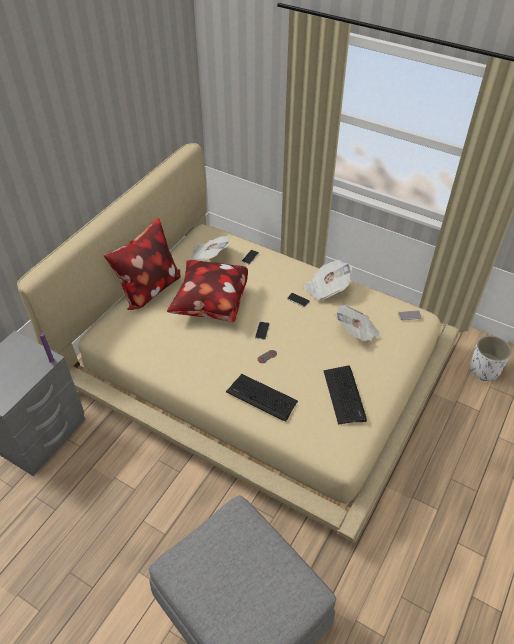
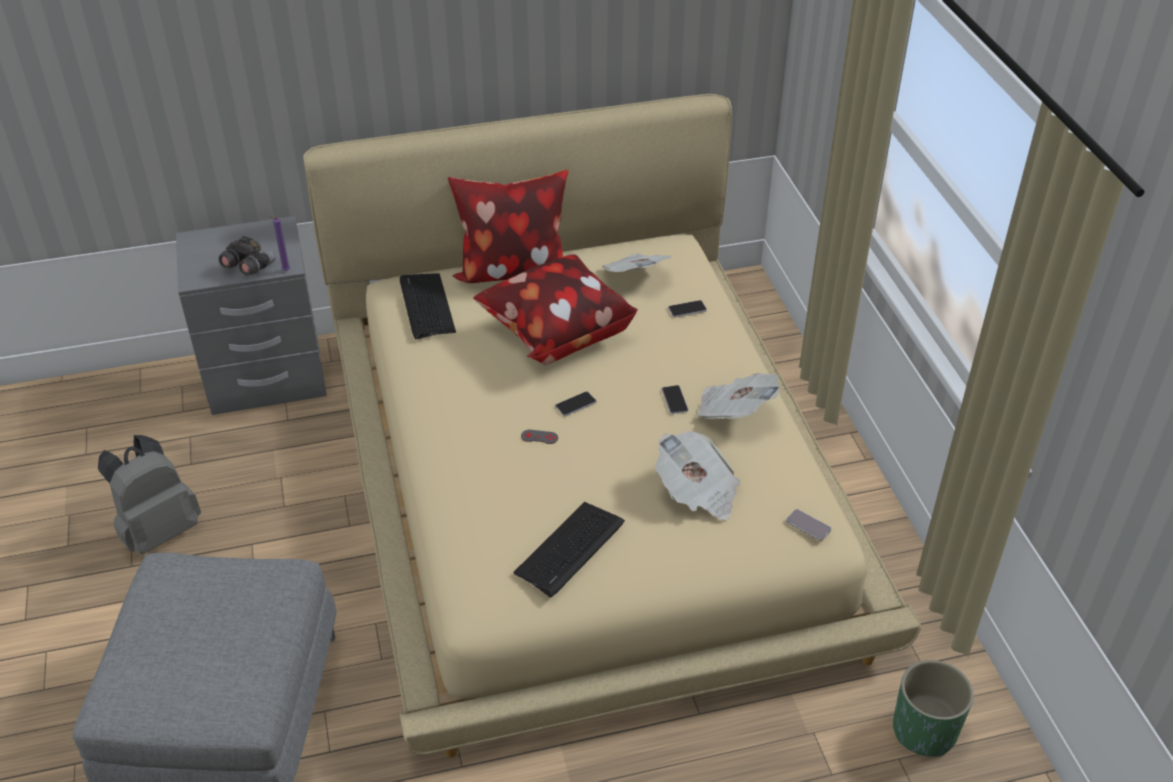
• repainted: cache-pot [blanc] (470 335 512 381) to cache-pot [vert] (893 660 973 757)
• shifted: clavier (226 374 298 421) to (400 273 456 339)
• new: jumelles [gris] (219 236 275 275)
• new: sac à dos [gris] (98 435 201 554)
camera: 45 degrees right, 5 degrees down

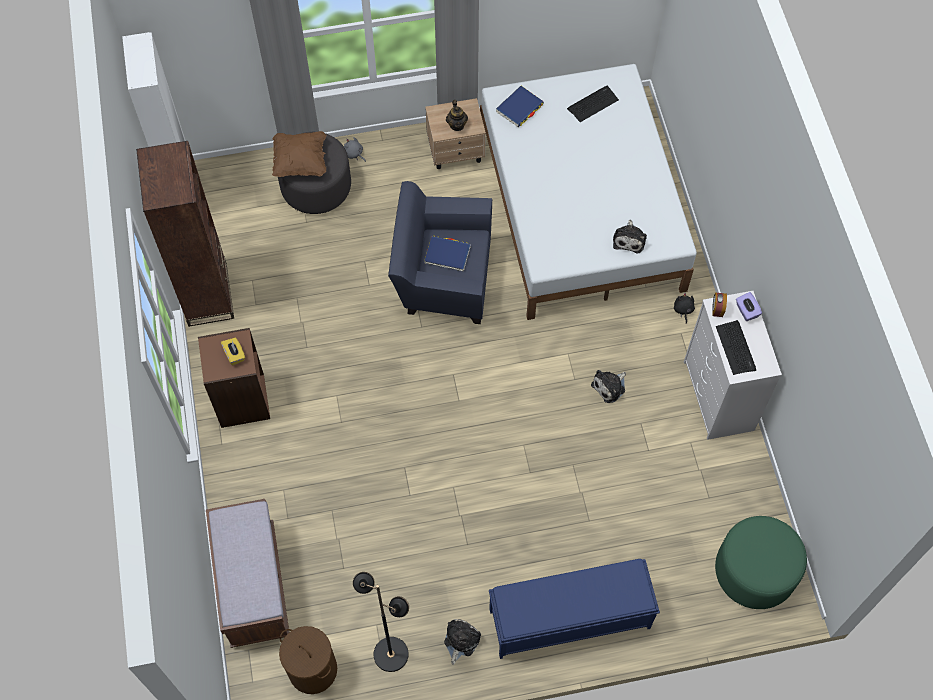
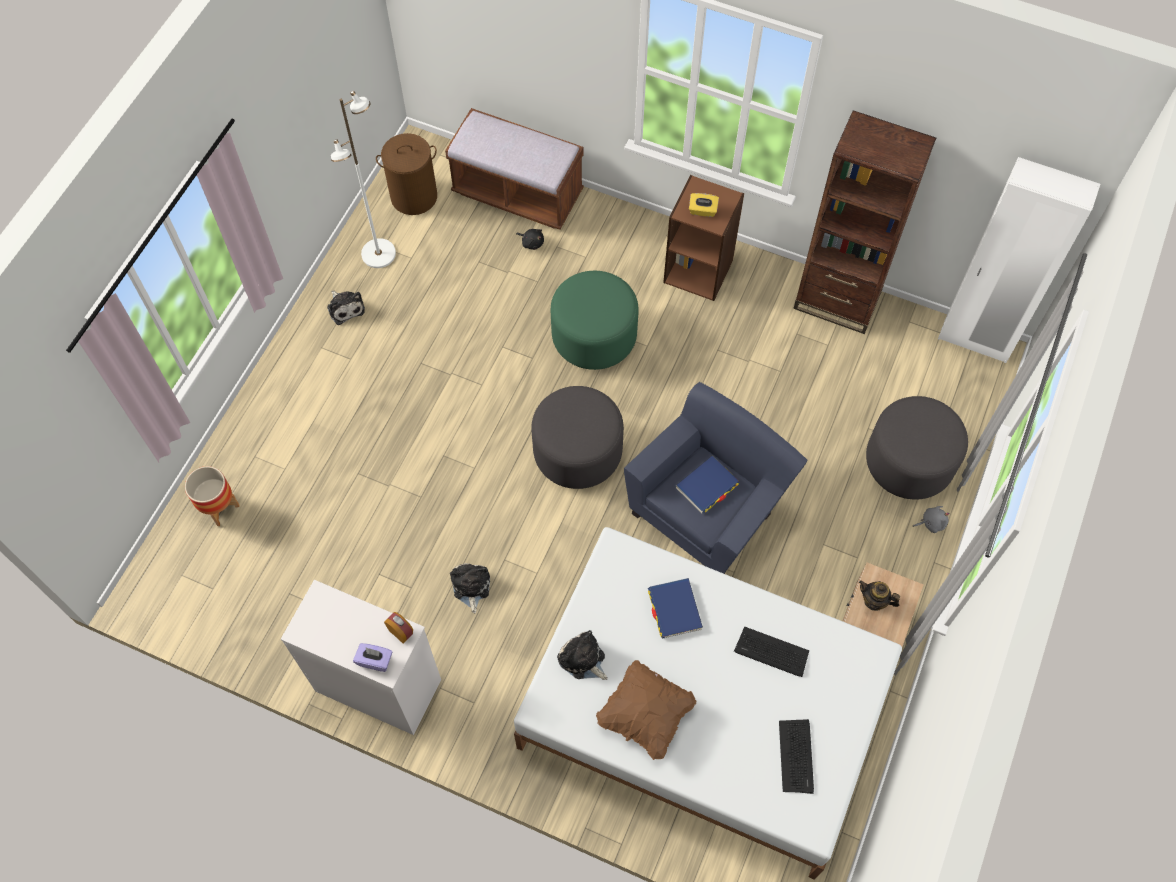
• shifted: livre [bleu] (496 86 544 127) to (648 578 703 639)
• shifted: coussin [marron] (272 131 327 177) to (596 660 696 760)
• shifted: peluche [noir] (674 293 695 324) to (516 229 544 250)
• shifted: clavier (716 320 756 375) to (734 627 809 677)
• shifted: pouf [vert] (715 516 807 609) to (551 271 639 370)
• gone: banc [bleu] (489 559 660 659)
• repainted: lampadaire [noir] (353 572 409 672) to lampadaire [blanc] (331 91 396 268)
• new: pouf [gris] (531 386 624 489)
• new: cache-pot (185 466 240 526)
camera: 125 degrees right, 0 degrees up

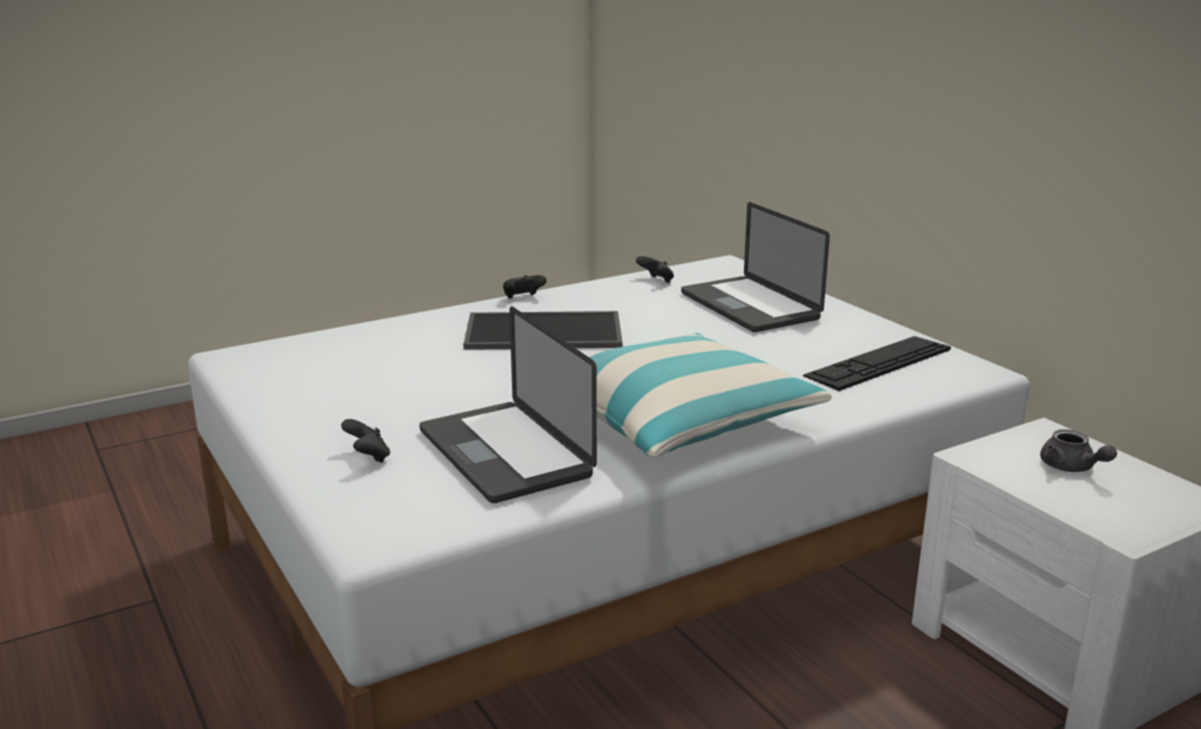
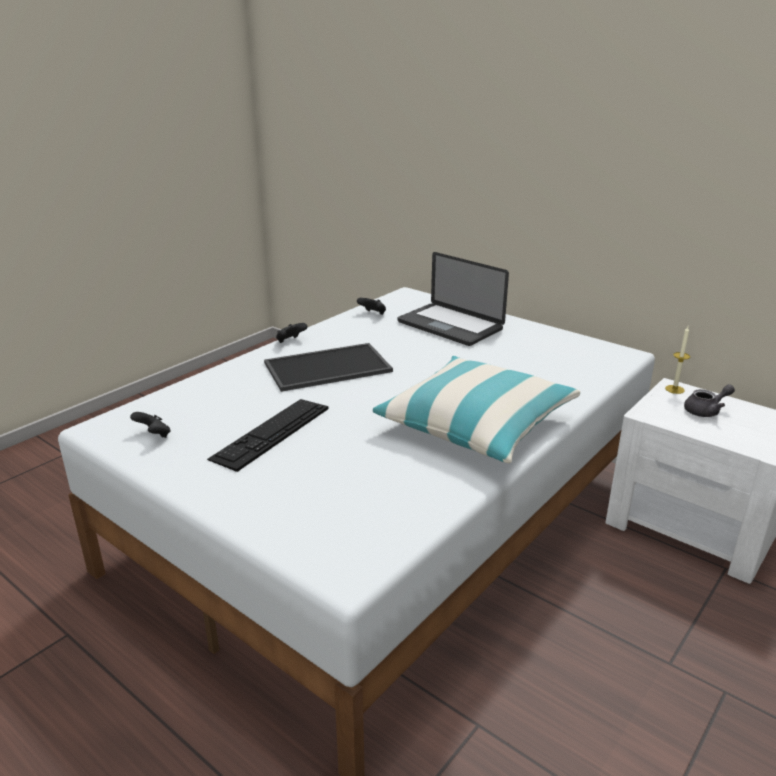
• gone: ordinateur portable (419 306 597 503)
• shifted: clavier (803 336 951 391) to (207 399 328 472)
• shifted: manette [noir] (341 419 390 463) to (130 412 171 438)
• rotated: théière [gris] (1040 429 1117 472) = (684 384 735 417) 60 degrees counterclockwise
• new: bougie (665 327 690 394)
camera: 20 degrees left, 5 degrees up

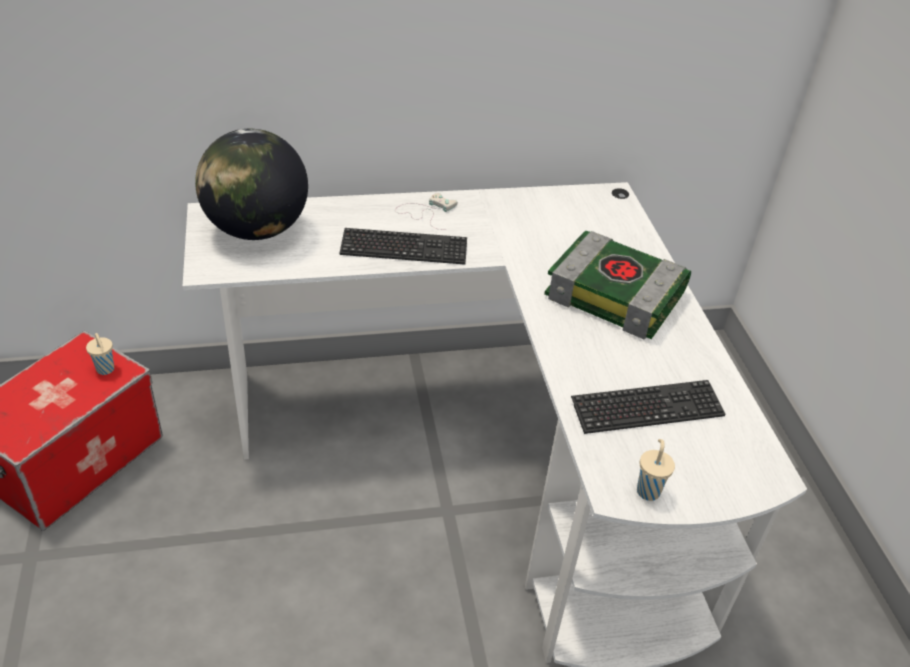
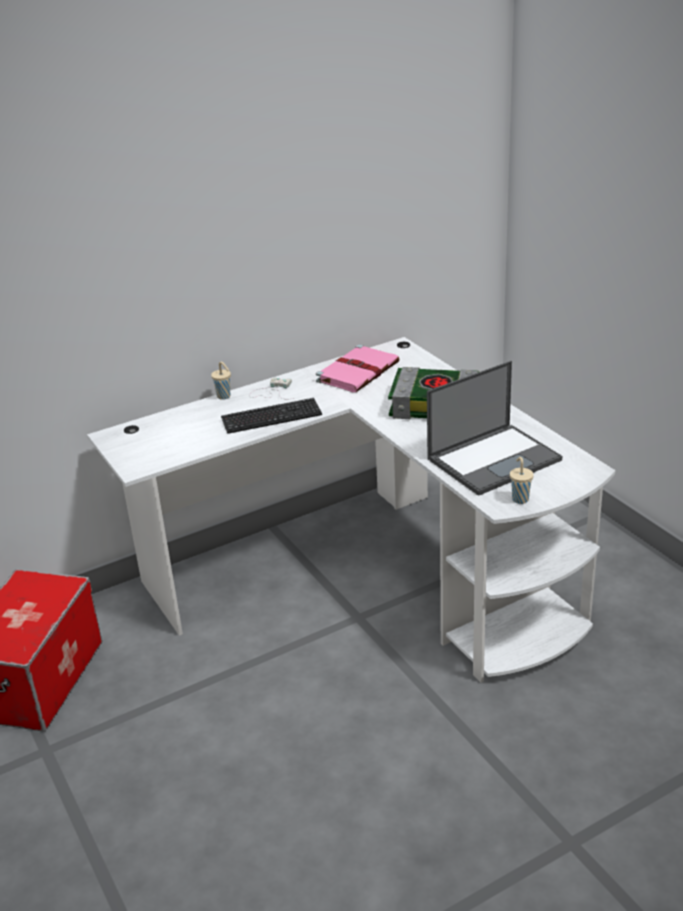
• gone: globe (195 129 308 240)
• shifted: tasse [beige] (86 333 114 375) to (211 362 231 400)
• swapped: clavier (571 380 726 434) to ordinateur portable (427 361 562 496)
• new: livre [rose] (316 345 400 392)
camera: 15 degrees left, 10 degrees down

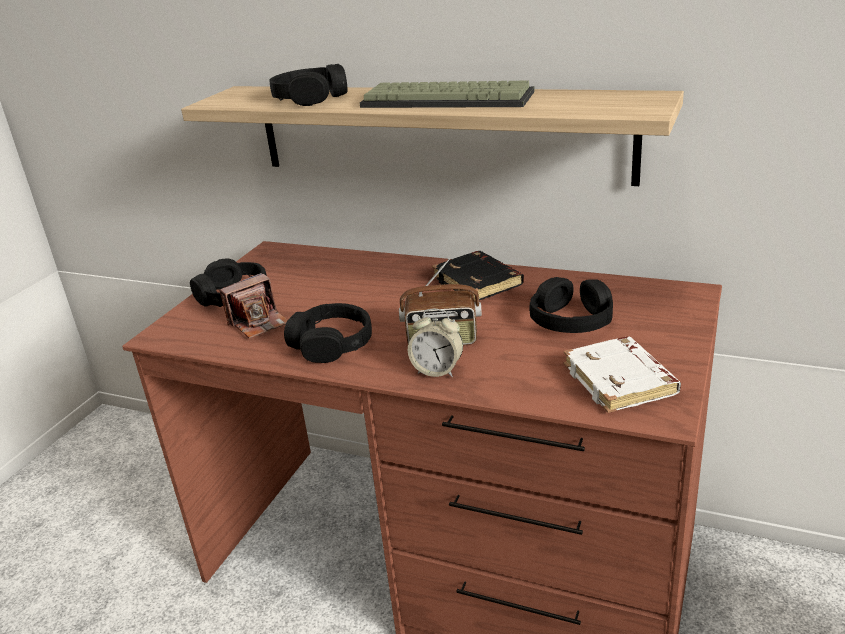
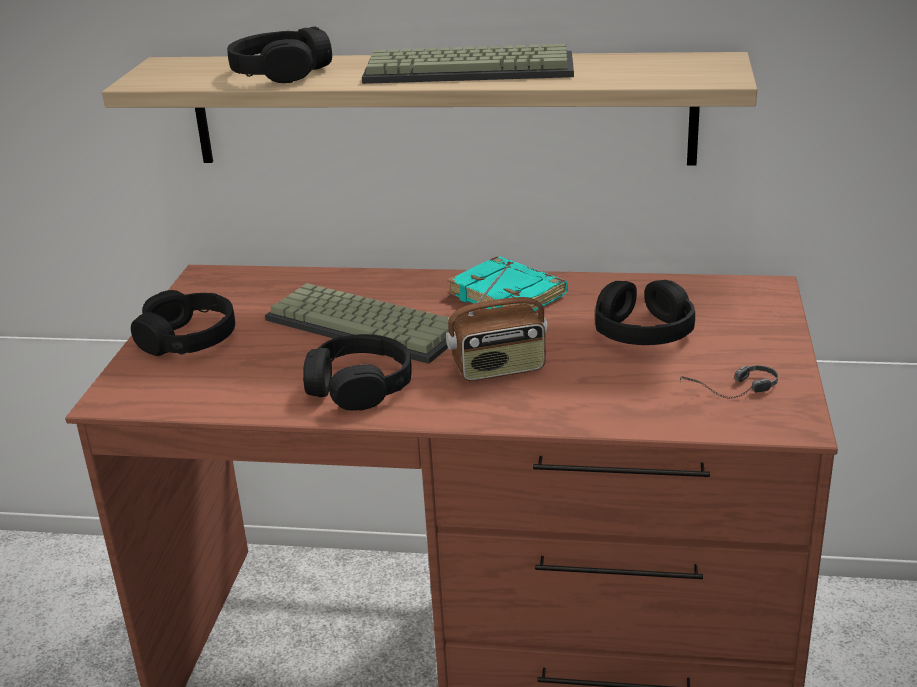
• repainted: livre [noir] (432 251 524 302) to livre [turquoise] (447 256 567 311)
• gone: appareil photo (219 273 288 339)
• gone: réveil (408 309 463 377)
• swapped: livre [blanc] (564 337 681 413) to casque audio (680 365 779 399)
• new: clavier (265 283 449 364)
camera: 15 degrees left, 0 degrees up

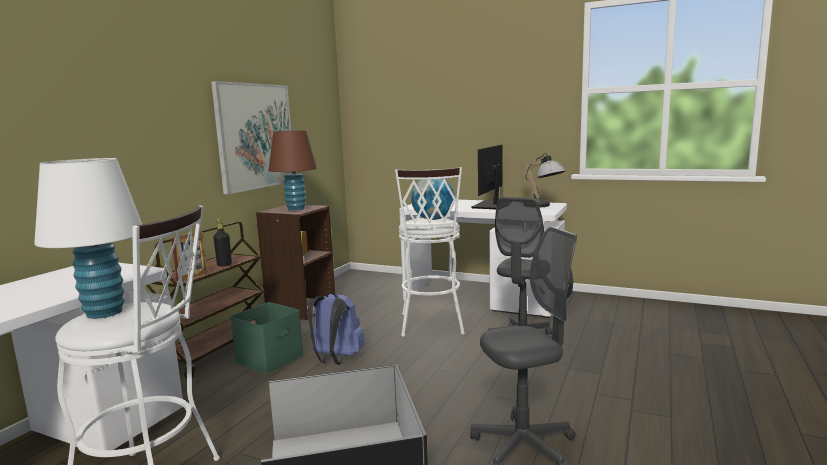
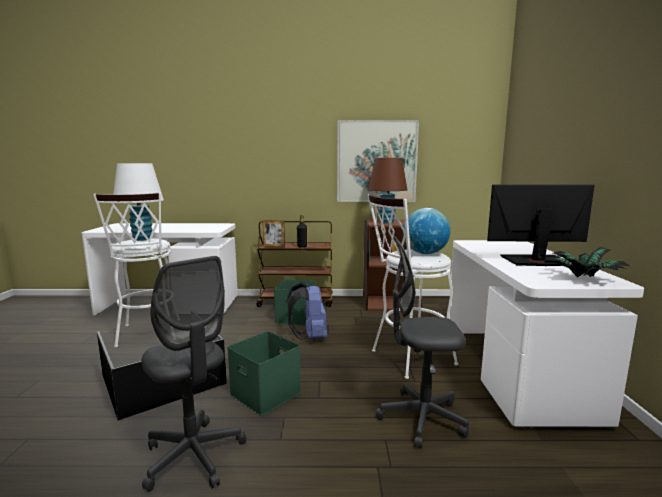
• swapped: lampe de table (523 153 565 208) to plante en pot (545 247 630 277)
• new: boîte de rangement [vert] (227 331 301 416)
camera: 65 degrees right, 0 degrees up

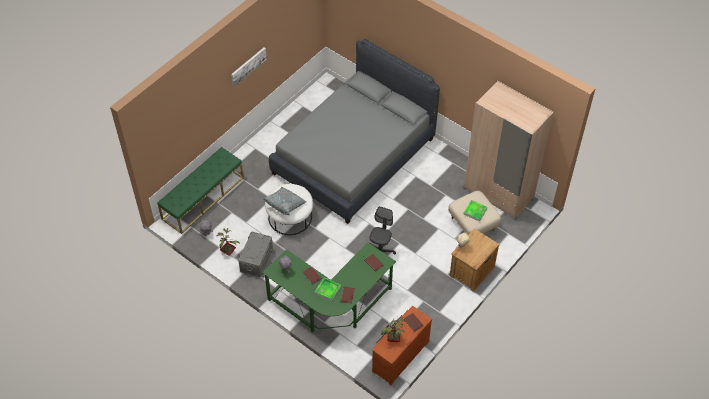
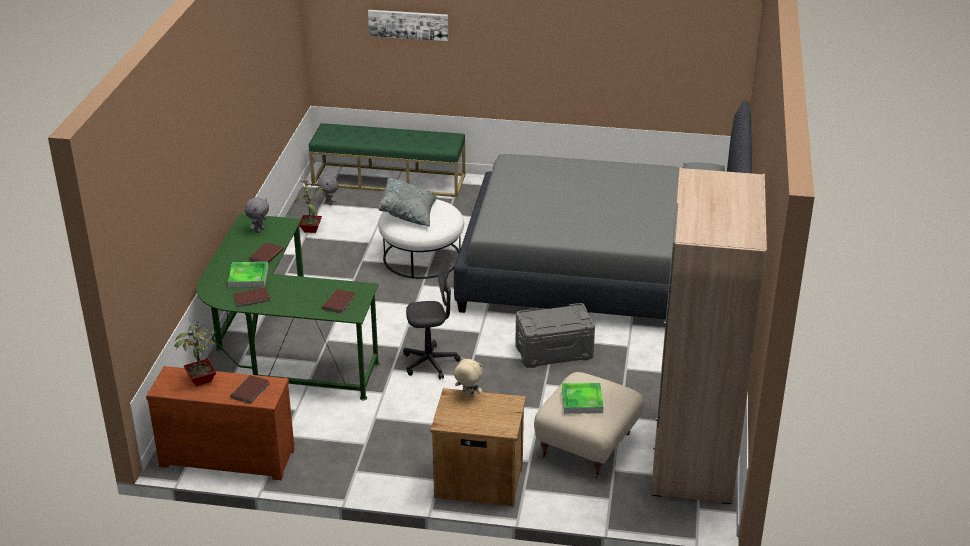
• shifted: tableau (231 48 267 86) to (368 10 448 41)
• shifted: boîte de rangement [gris] (238 232 273 277) to (515 303 595 368)
camera: 60 degrees right, 20 degrees down

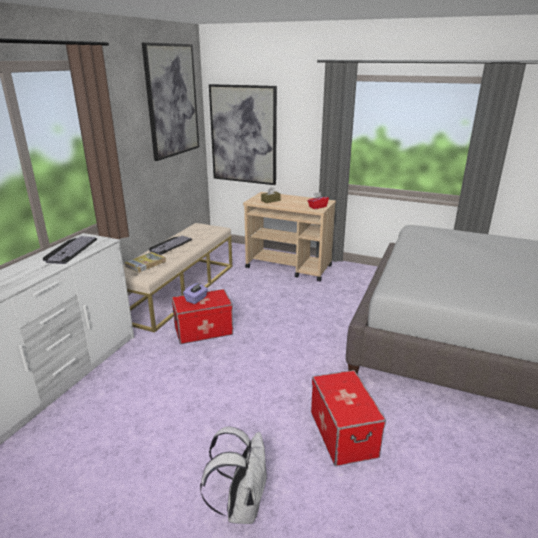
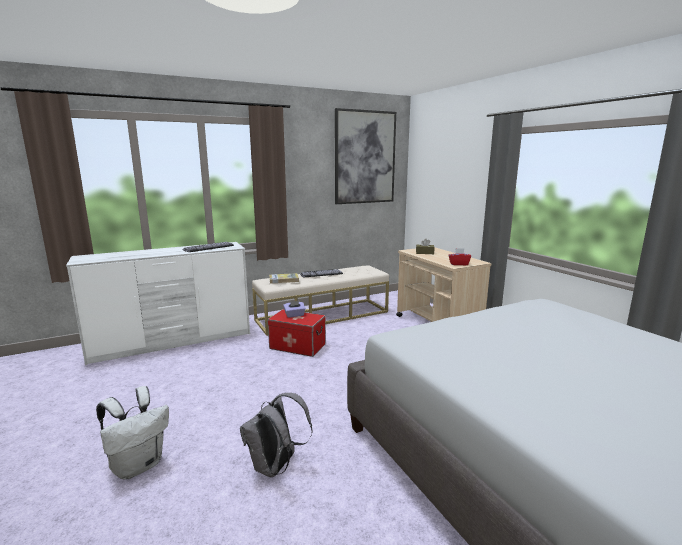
• gone: tableau (209 84 277 185)
• swapped: boîte de rangement (311 370 386 466) to sac à dos [gris] (240 393 313 477)
camera: 40 degrees right, 10 degrees down

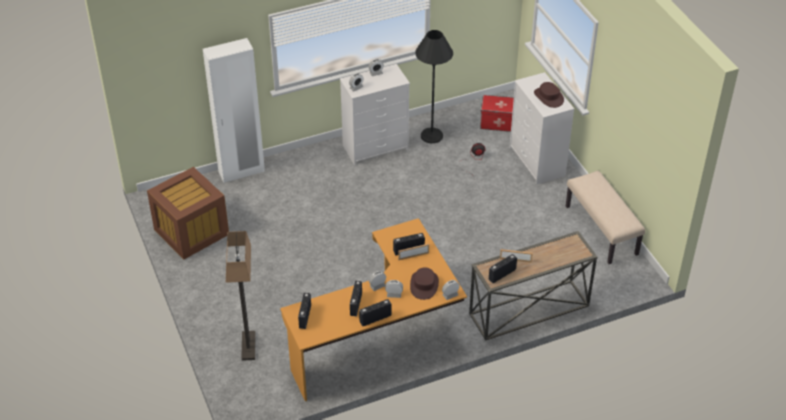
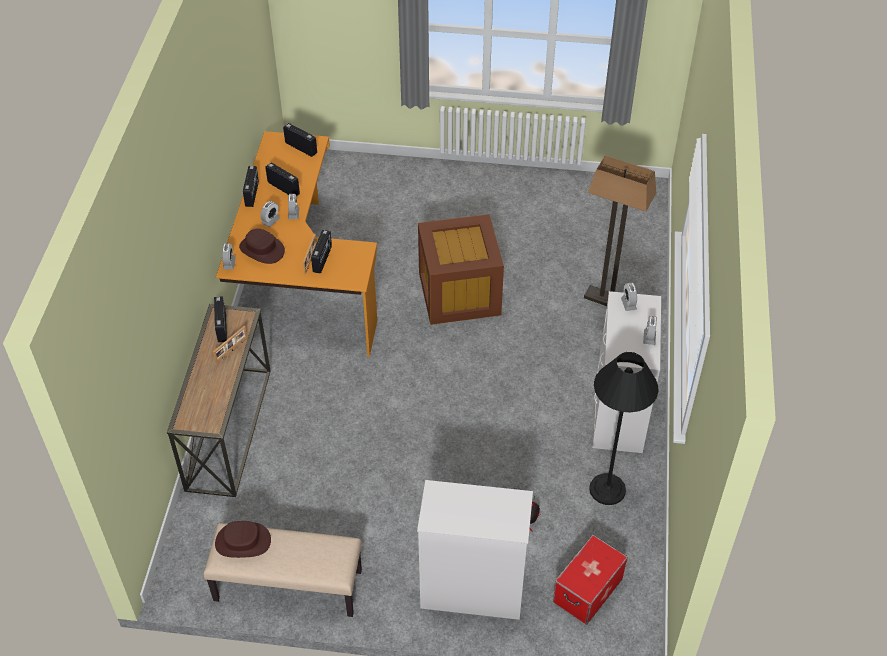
• gone: armoire [blanc] (203 38 265 183)
• shifted: chapeau [marron] (534 82 564 108) to (215 521 271 558)
• shifted: boîte de rangement [marron] (147 167 229 259) to (418 214 504 325)
• shifted: lampadaire (226 231 256 361) to (584 155 656 306)
camera: 120 degrees right, 5 degrees up

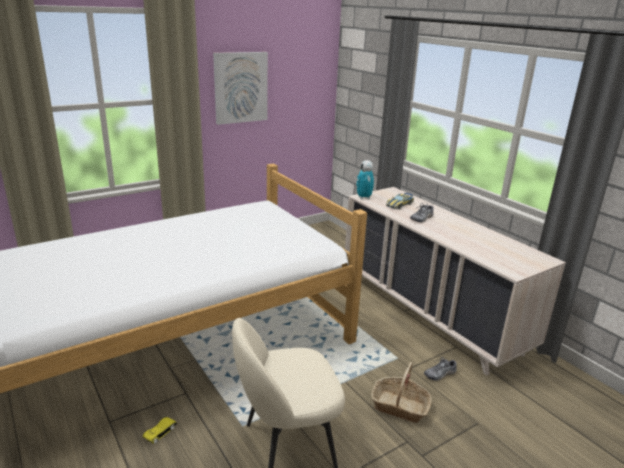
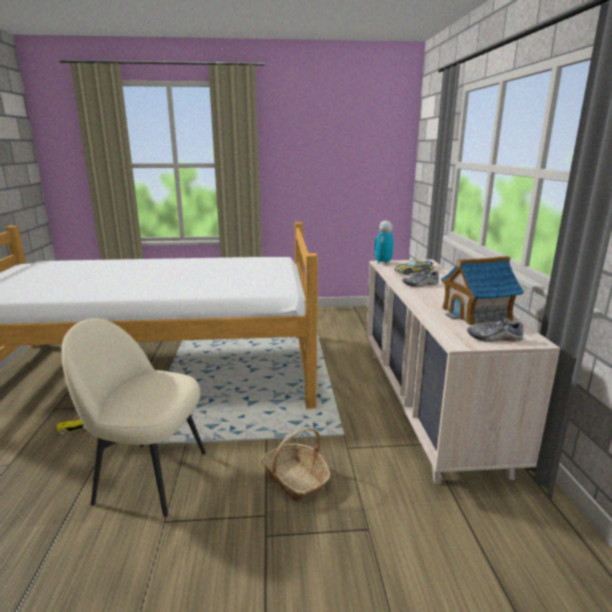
• gone: tableau (213 52 268 125)
• shifted: chaussure (424 357 457 381) to (467 312 524 342)
• new: maison miniature (441 256 524 325)
camera: 30 degrees right, 5 degrees down

